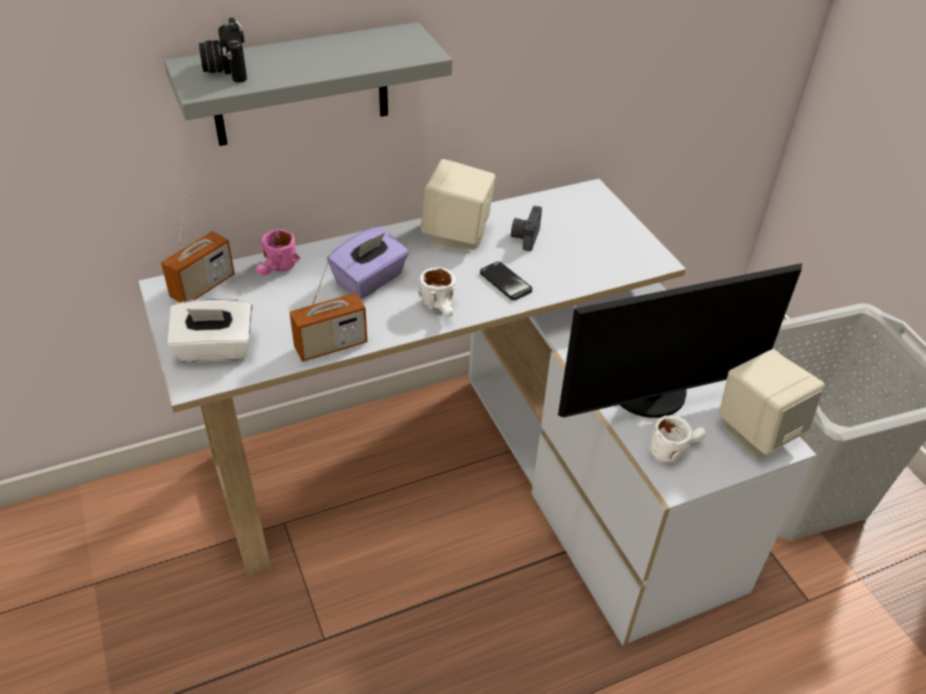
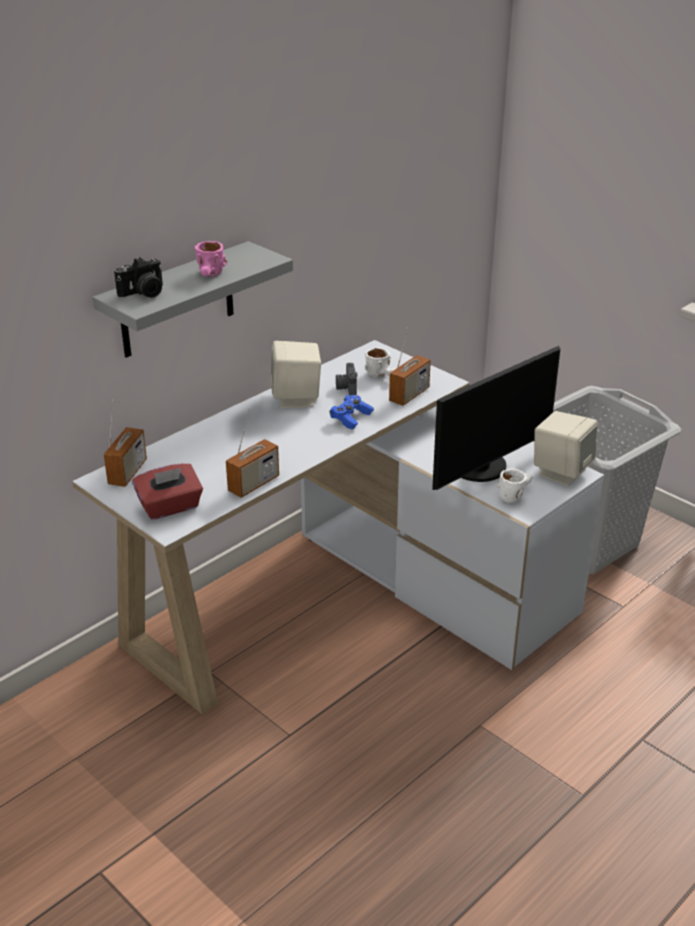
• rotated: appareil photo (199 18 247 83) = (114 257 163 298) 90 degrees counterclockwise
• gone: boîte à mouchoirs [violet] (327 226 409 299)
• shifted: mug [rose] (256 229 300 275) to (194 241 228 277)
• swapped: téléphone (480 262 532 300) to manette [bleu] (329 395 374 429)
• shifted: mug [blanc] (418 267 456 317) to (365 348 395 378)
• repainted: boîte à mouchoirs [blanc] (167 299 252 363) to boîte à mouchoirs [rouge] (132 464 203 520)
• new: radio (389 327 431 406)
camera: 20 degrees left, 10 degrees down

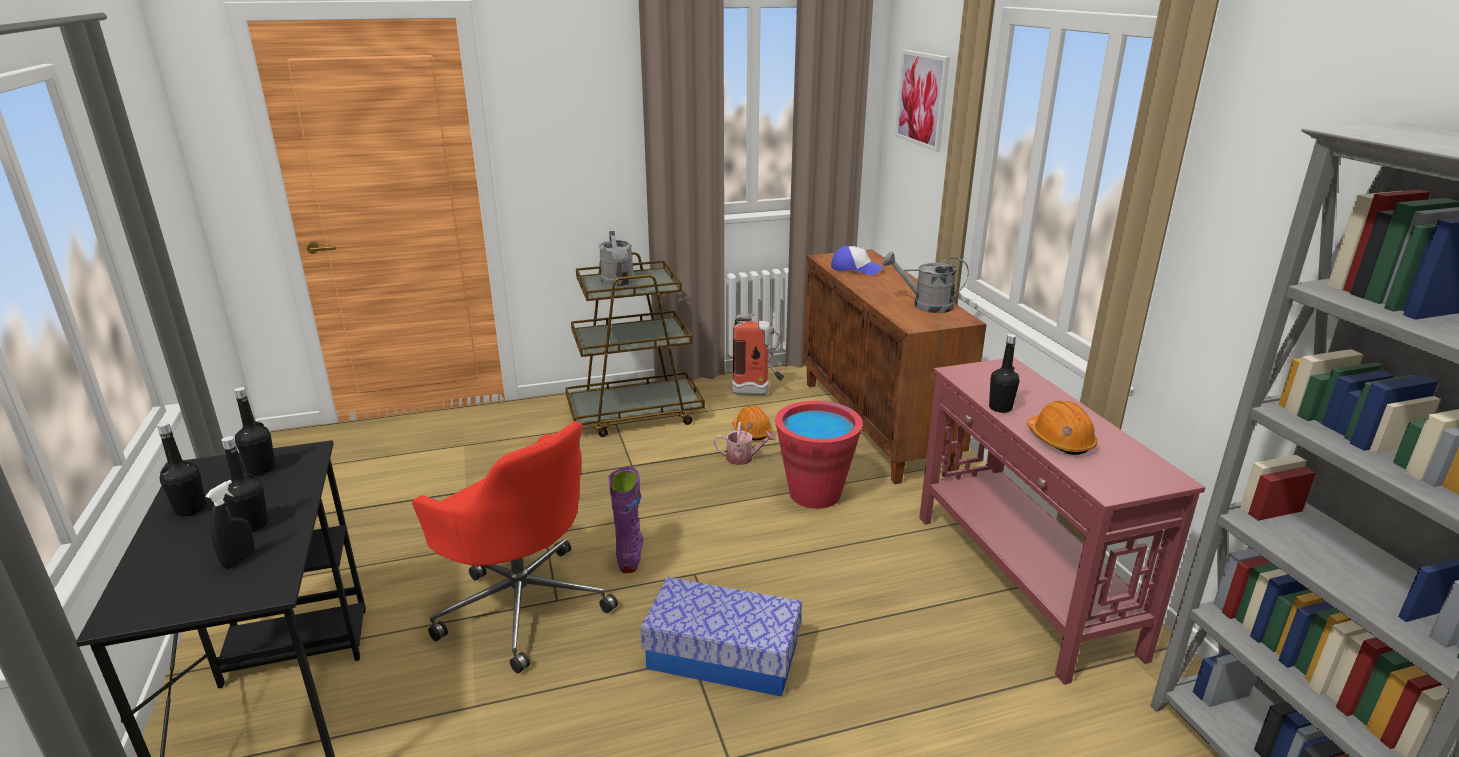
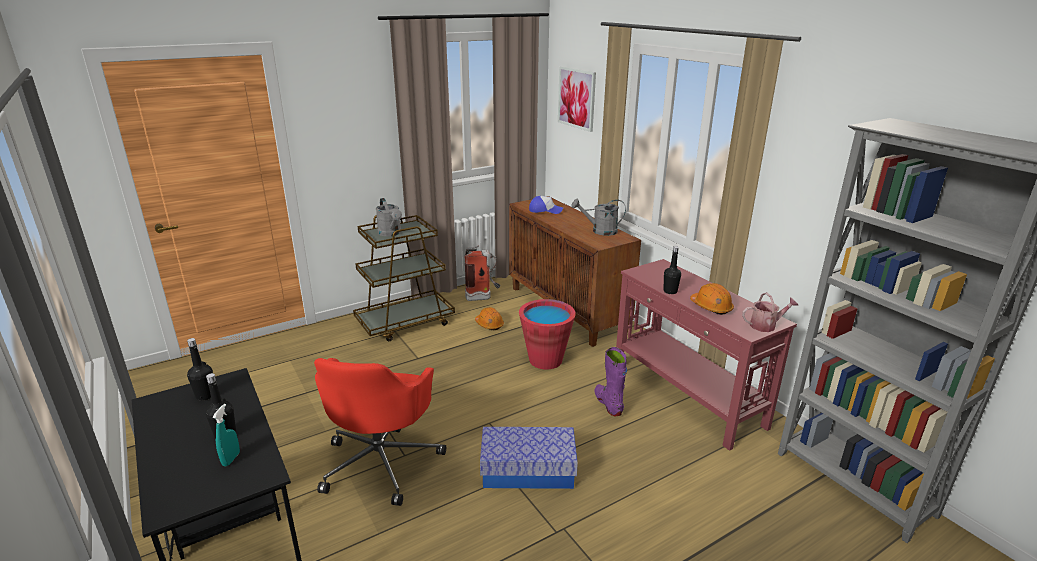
• rotated: chaise de bureau [rouge] (412 421 618 674) = (314 358 446 506) 75 degrees clockwise
• gone: bouteille [noir] (157 422 206 516)
• shifted: arrosoir (713 422 776 465) to (742 292 799 332)
• shifted: botte [violet] (608 467 643 573) to (594 347 627 416)
• repainted: vaporisateur [noir] (205 480 255 569) to vaporisateur [turquoise] (213 404 240 466)
camera: 15 degrees left, 0 degrees up

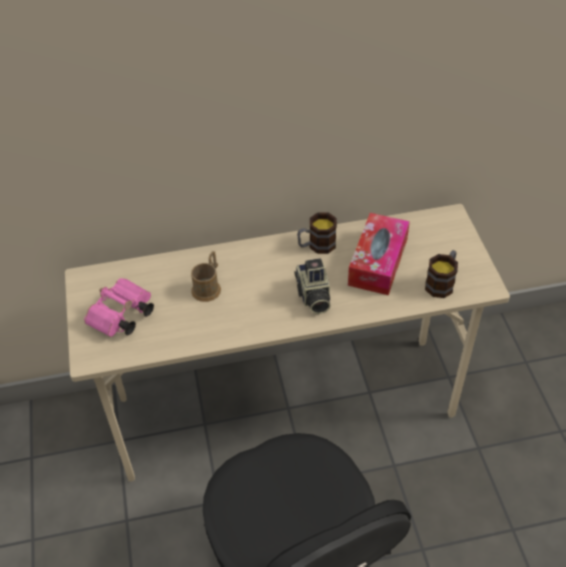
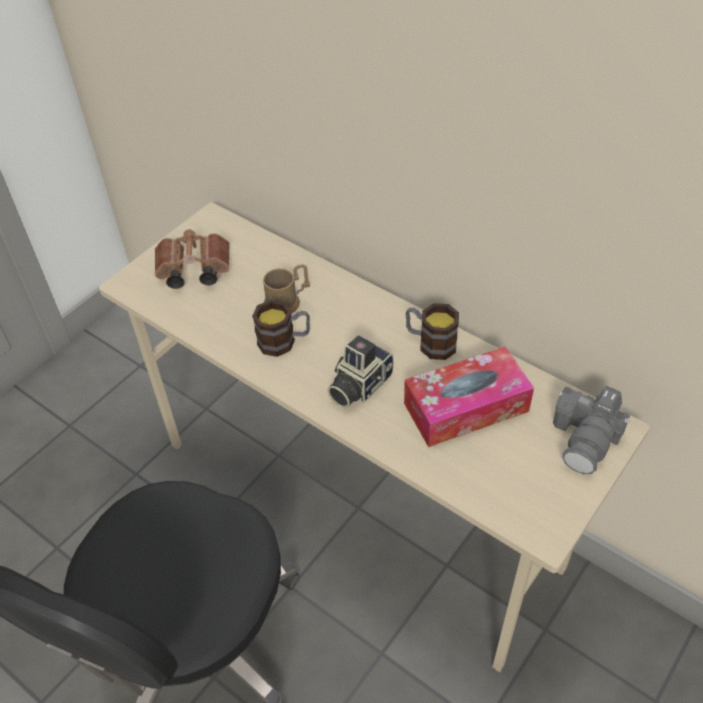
• shifted: mug (425 250 458 298) to (252 300 310 357)
• repainted: jumelles [rose] (84 278 154 337) to jumelles [marron] (155 229 230 289)
• new: appareil photo (553 386 630 474)
camera: 50 degrees right, 0 degrees up

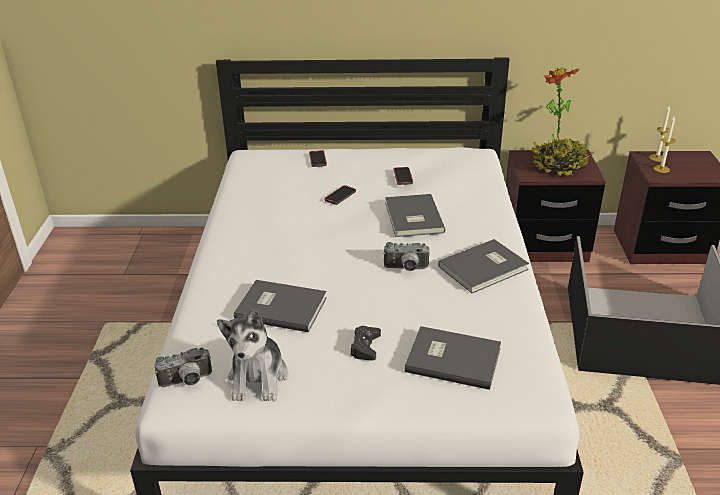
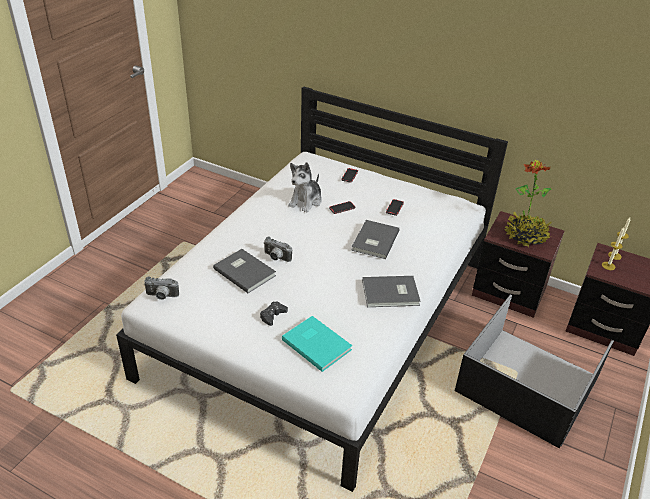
• shifted: appareil photo (383 242 430 271) to (264 237 292 262)
• shifted: peluche (217 309 288 401) to (288 162 322 213)
• repainted: livre [gris] (404 326 501 390) to livre [turquoise] (282 316 352 372)
camera: 25 degrees right, 5 degrees up

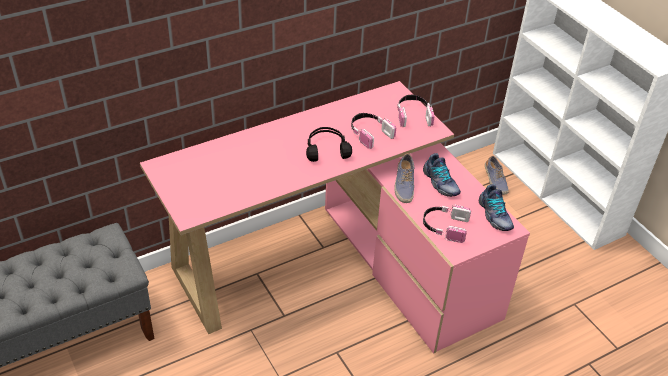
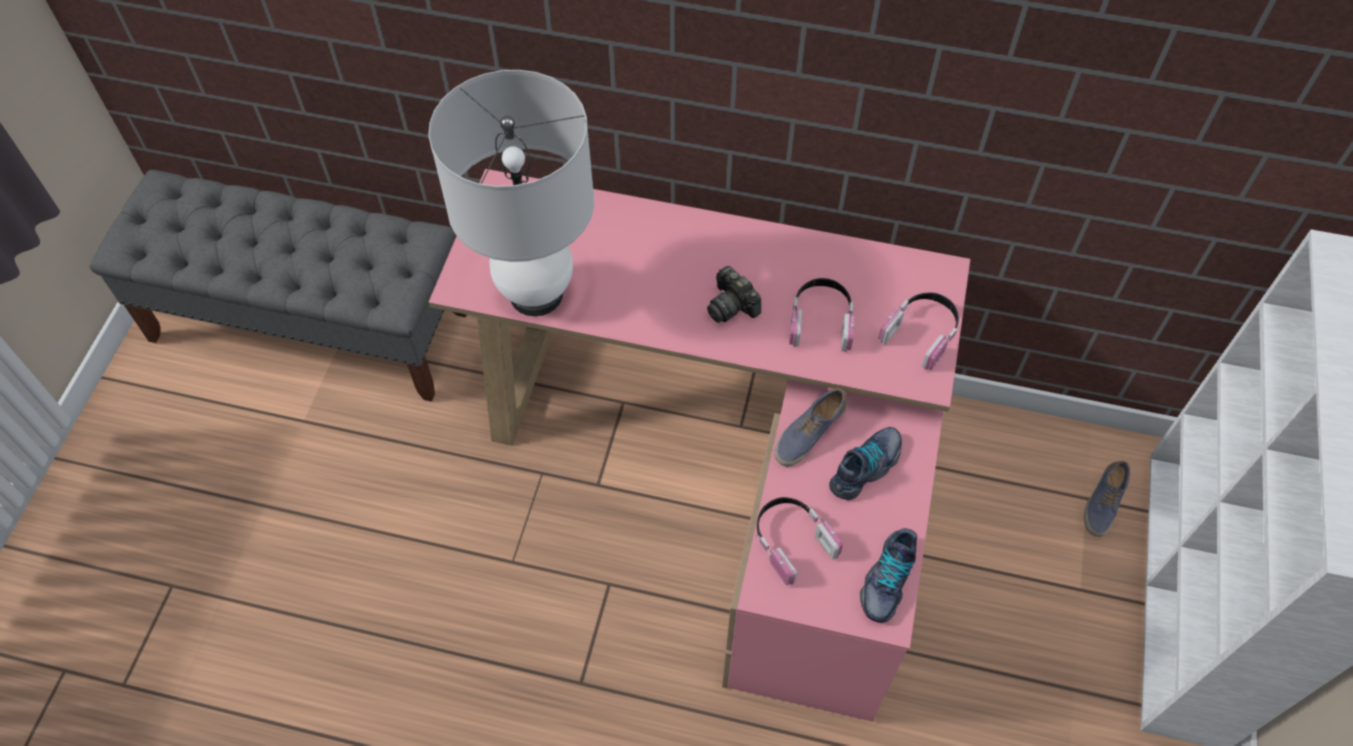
• swapped: casque audio [noir] (306 127 352 162) to appareil photo (707 266 761 323)
• rotated: chaussure (423 153 461 197) = (829 427 902 500) 150 degrees counterclockwise
• new: lampe de table [blanc] (428 70 594 316)
camera: 45 degrees right, 15 degrees up

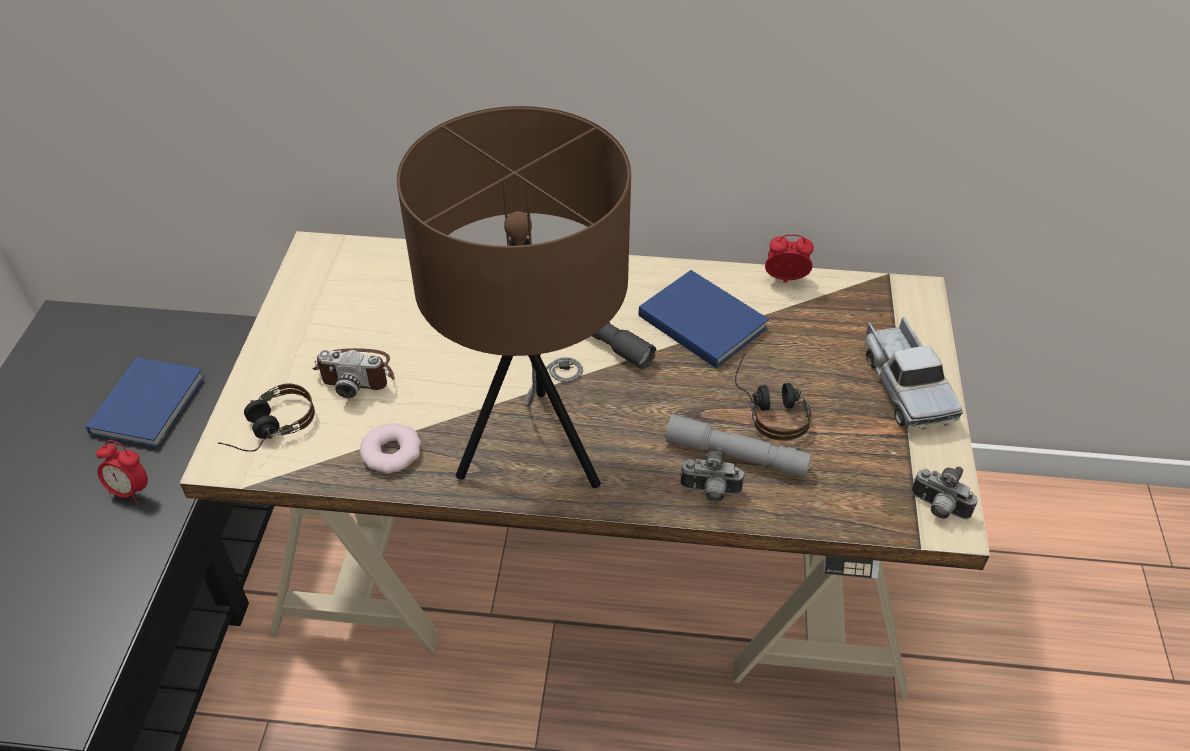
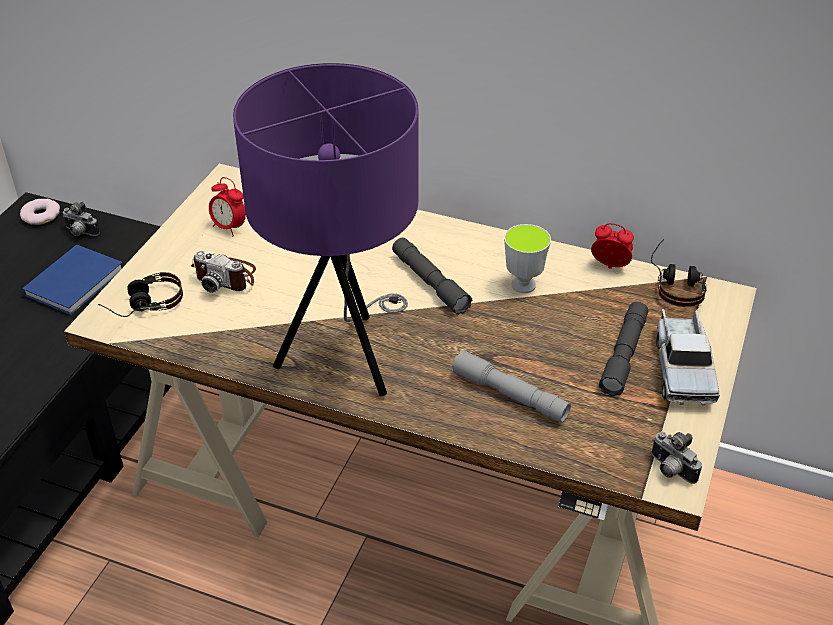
• repainted: lampe de table [marron] (397 106 631 488) to lampe de table [violet] (233 63 419 396)
• swapped: livre [bleu] (639 270 769 368) to tasse (504 224 551 293)
• shifted: casque audio (735 353 812 441) to (651 239 707 307)
• shifted: beignet (360 423 421 474) to (20 199 60 225)
• shifted: réveil (96 440 148 503) to (209 177 246 236)
• shifted: appareil photo (680 448 744 502) to (63 202 100 236)
• new: lampe de poche [gris] (599 302 648 396)
camera: 15 degrees right, 5 degrees down

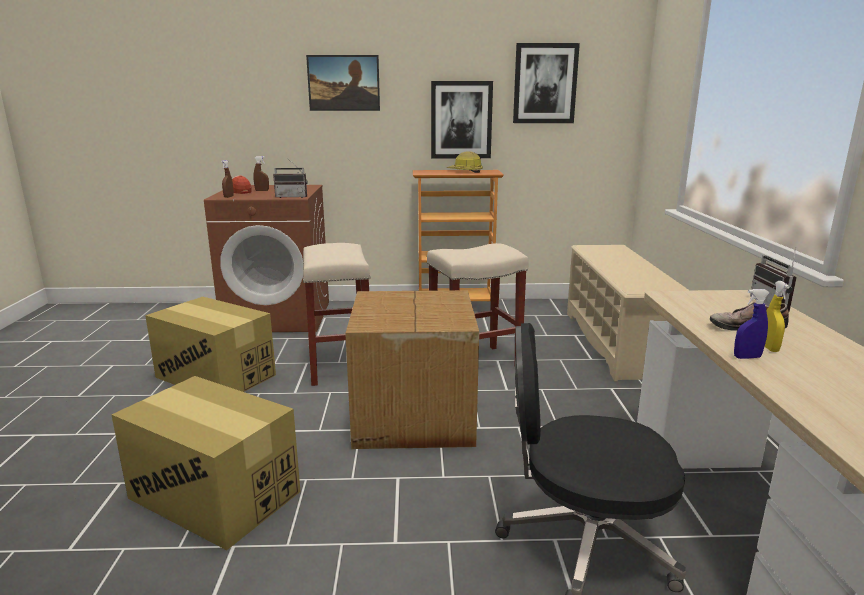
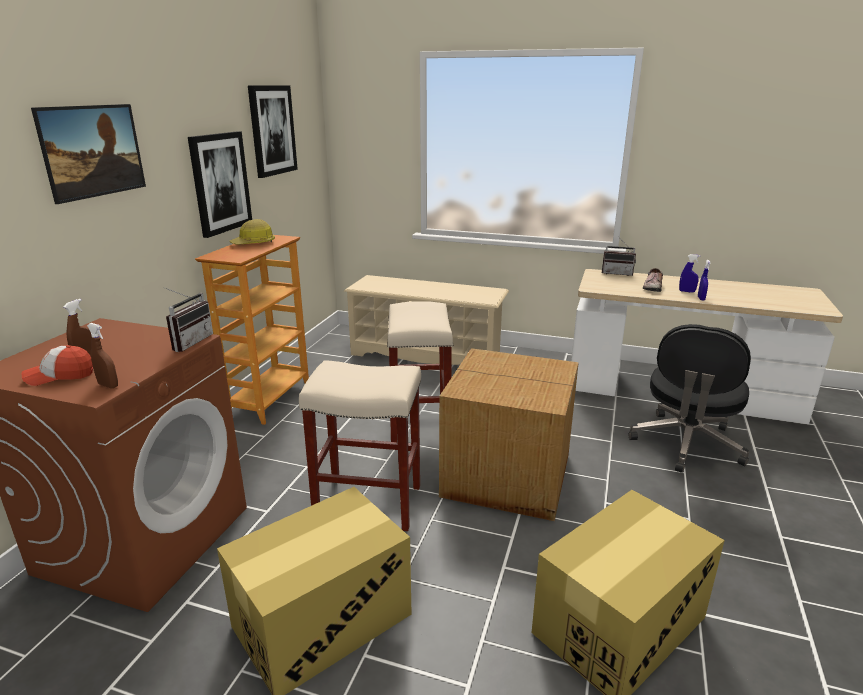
• repainted: vaporisateur [jaune] (765 281 790 352) to vaporisateur [bleu] (679 254 701 293)
camera: 70 degrees left, 5 degrees up

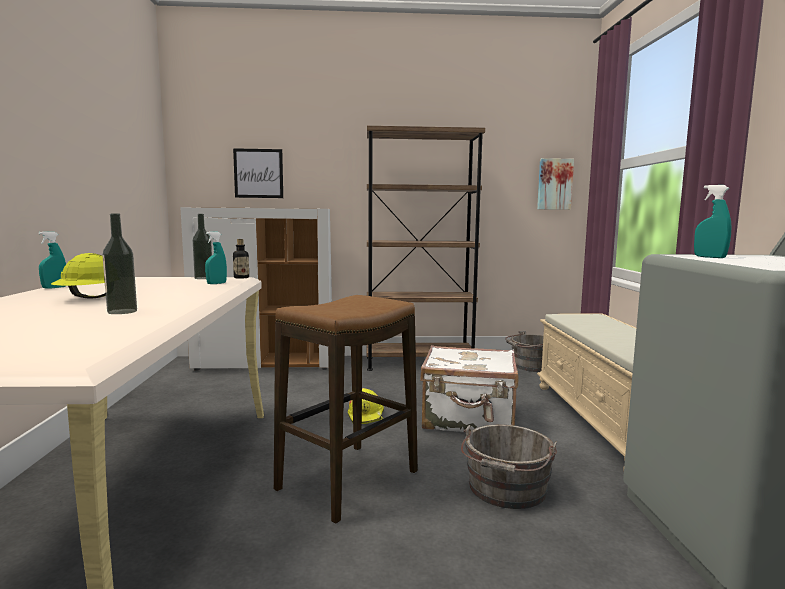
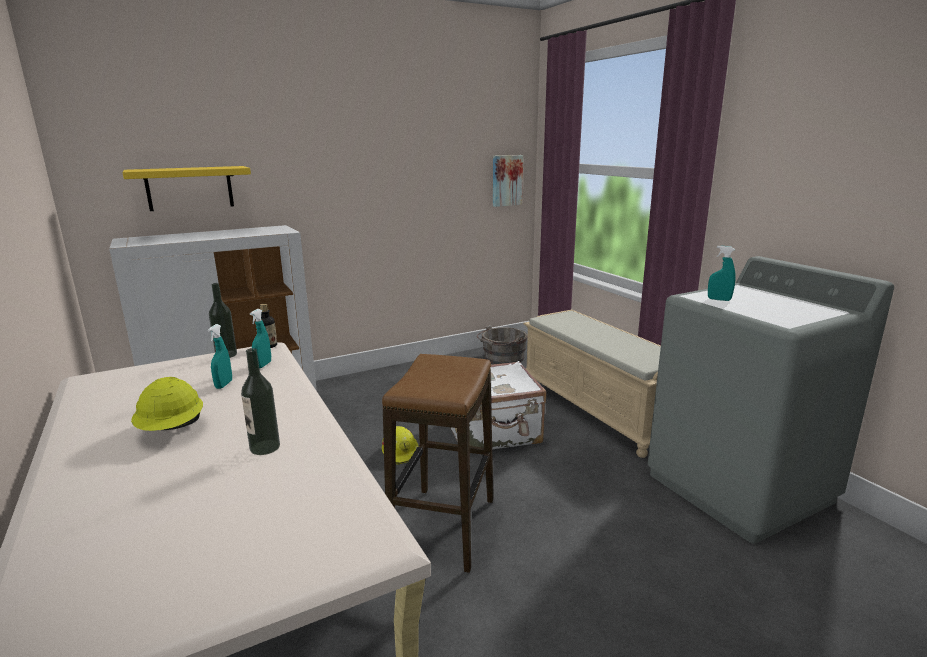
• gone: bibliothèque [marron] (367 126 485 371)
• swapped: tableau (233 148 283 198) to étagère [jaune] (122 166 251 211)
• shifted: vaporisateur [turquoise] (39 231 66 289) to (208 324 232 389)
• gone: seau [gris] (461 424 557 509)
camera: 25 degrees left, 10 degrees up

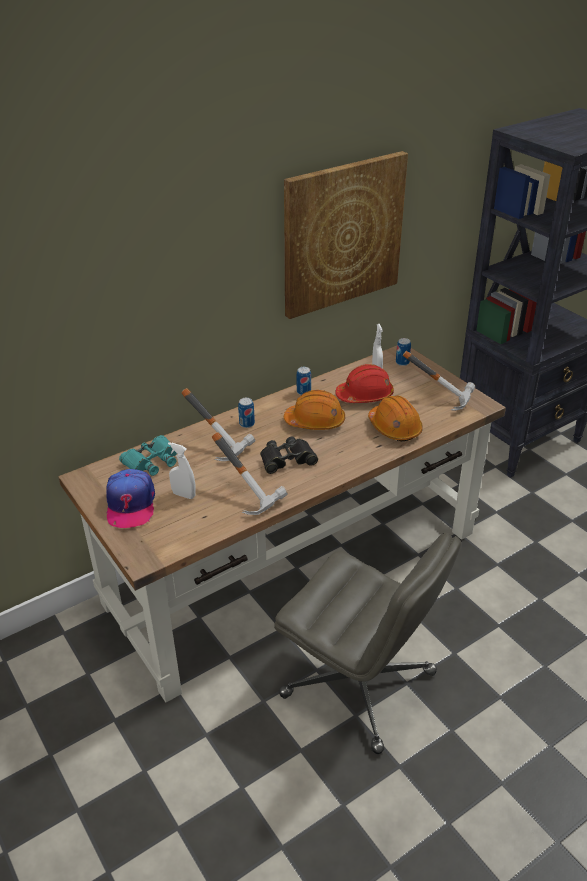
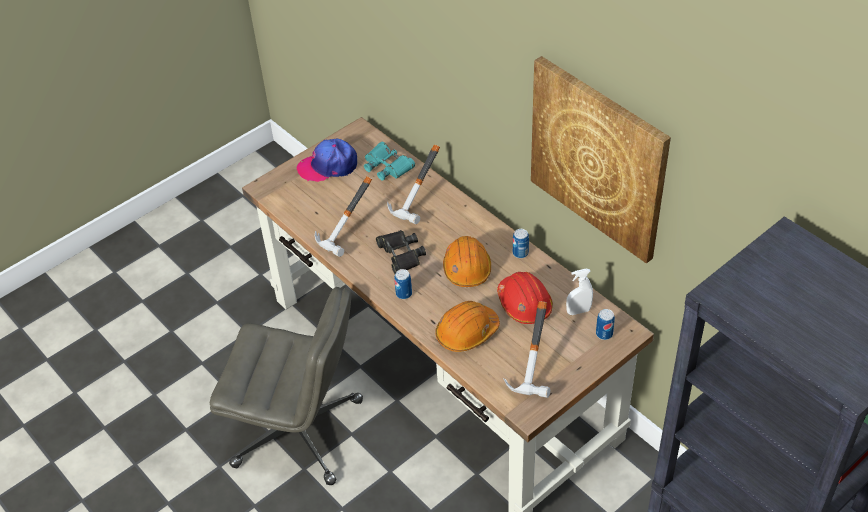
• shifted: boîte métallique (238 398 255 428) to (394 269 412 299)
• gone: vaporisateur [blanc] (168 442 195 499)
• rotated: chaise de bureau [gris] (274 533 461 754) = (209 287 363 485) 105 degrees counterclockwise
camera: 85 degrees right, 10 degrees up

